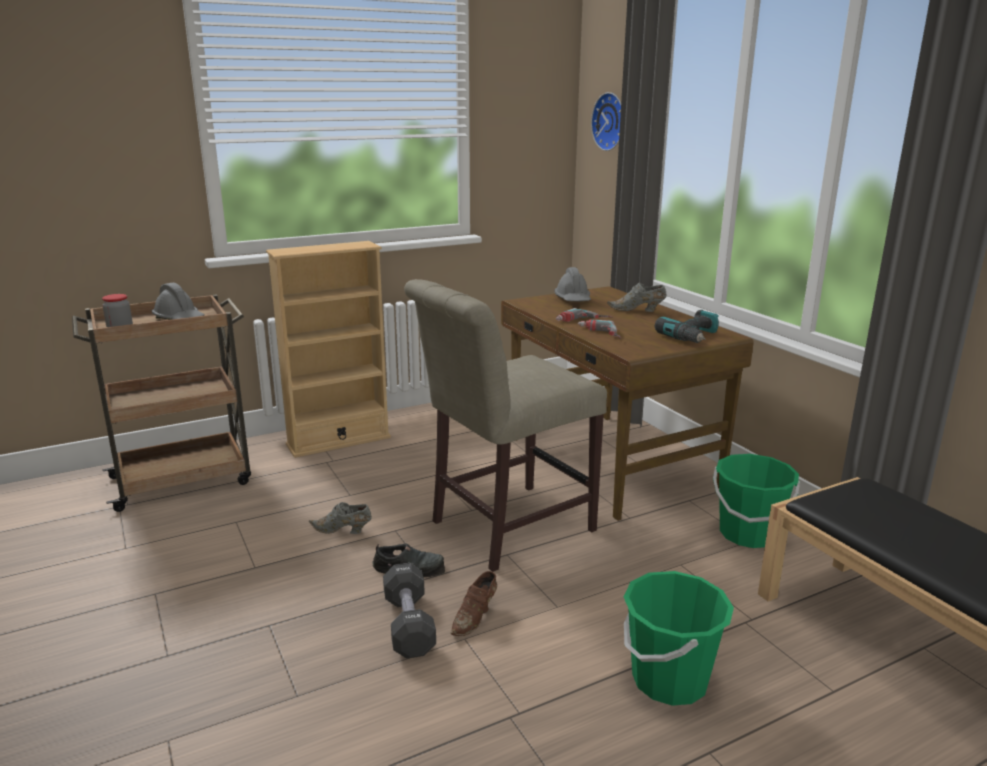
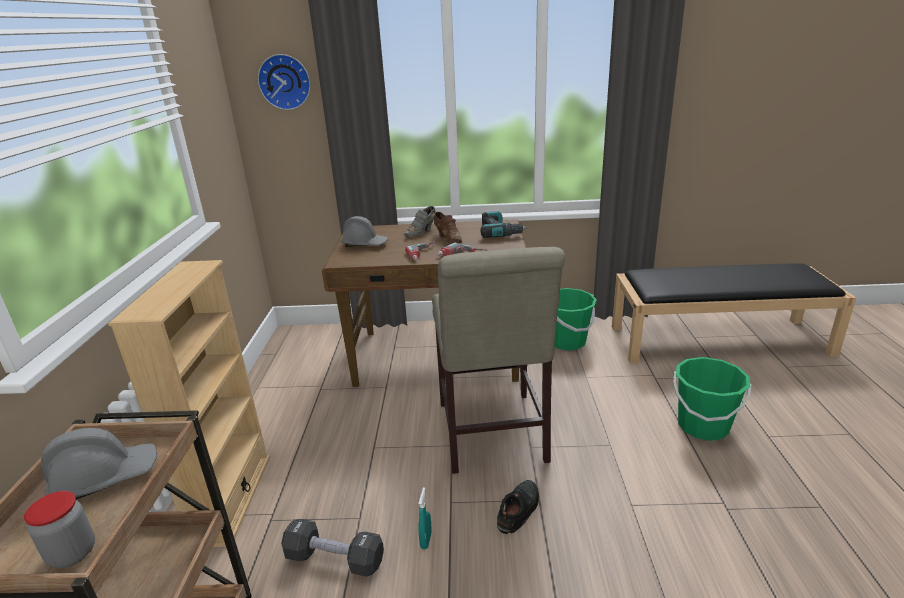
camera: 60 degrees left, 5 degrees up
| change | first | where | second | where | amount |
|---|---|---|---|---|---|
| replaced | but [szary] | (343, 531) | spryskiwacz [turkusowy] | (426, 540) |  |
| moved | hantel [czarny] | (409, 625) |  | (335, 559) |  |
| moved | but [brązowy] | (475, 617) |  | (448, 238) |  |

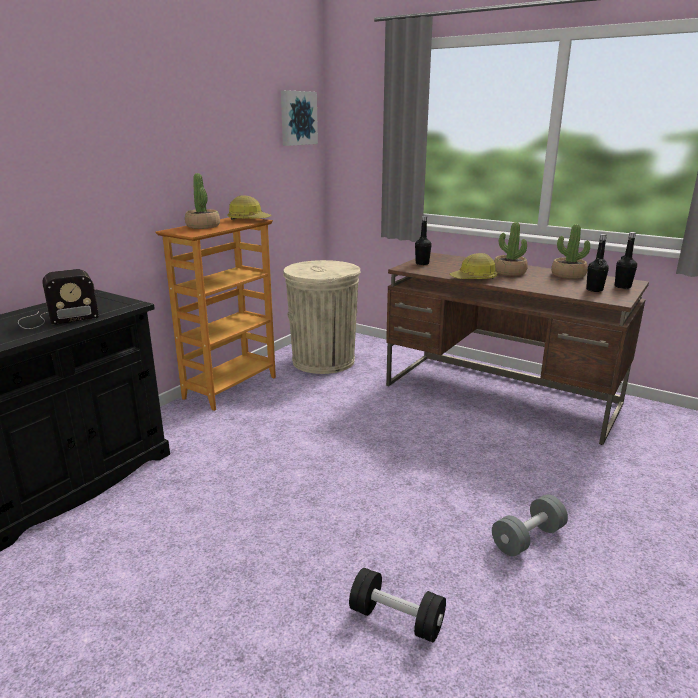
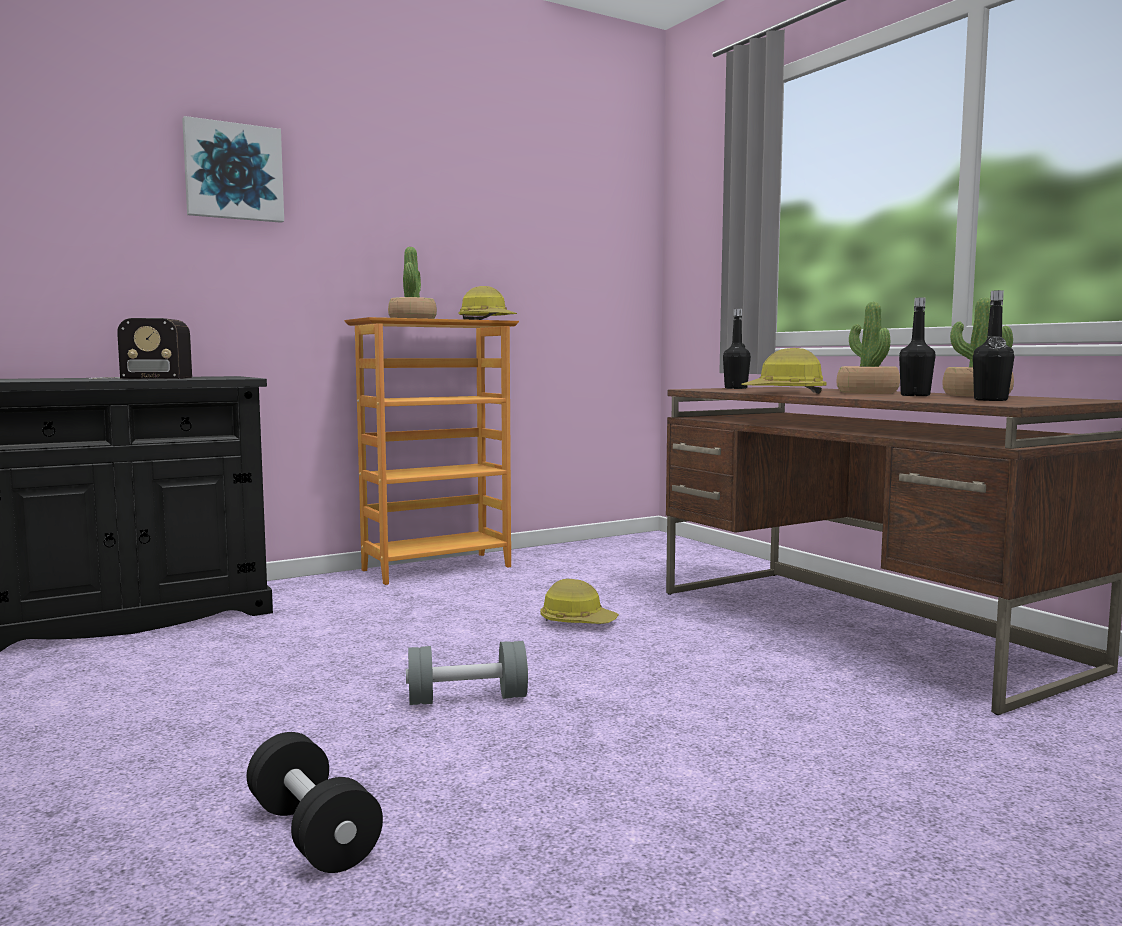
camera: 25 degrees right, 15 degrees down
| change | first | where | second | where | amount |
|---|---|---|---|---|---|
| moved | obraz | (297, 118) |  | (233, 172) |  |
| moved | butelka [czarny] | (622, 286) |  | (915, 395) |  |
| removed | kosz na śmieci [beżowy] | (323, 361) |  |  |  |
| moved | hantel [szary] | (528, 538) |  | (467, 699) |  |
| added |  |  | kask | (577, 621) |  |

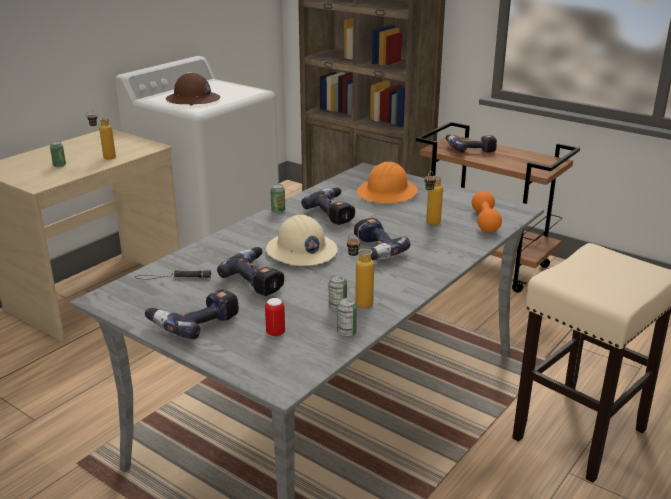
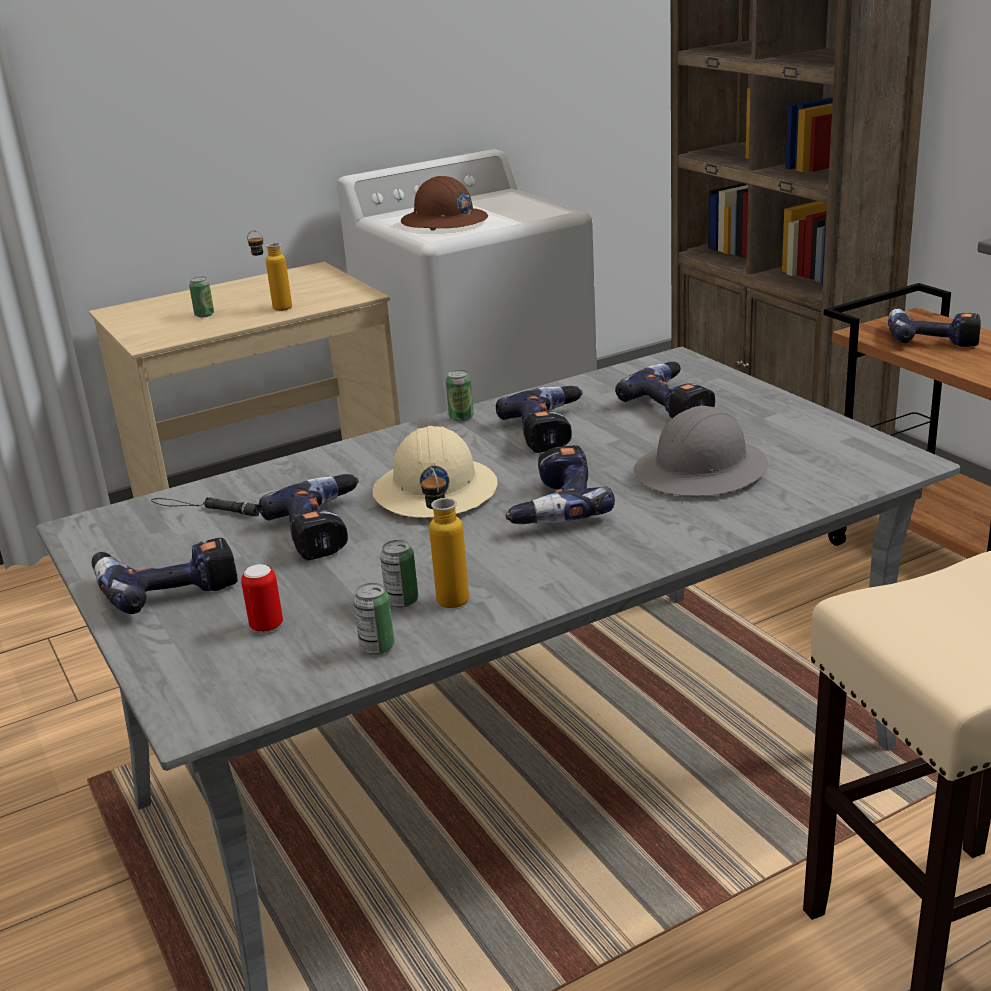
camera: 25 degrees right, 0 degrees up
| change | first | where | second | where | amount |
|---|---|---|---|---|---|
| replaced | kask [pomarańczowy] | (387, 193) | wiertarka | (675, 405) |  |
| replaced | butelka | (430, 225) | kask [szary] | (702, 471) |  |
| removed | hantel [pomarańczowy] | (485, 221) |  |  |  |

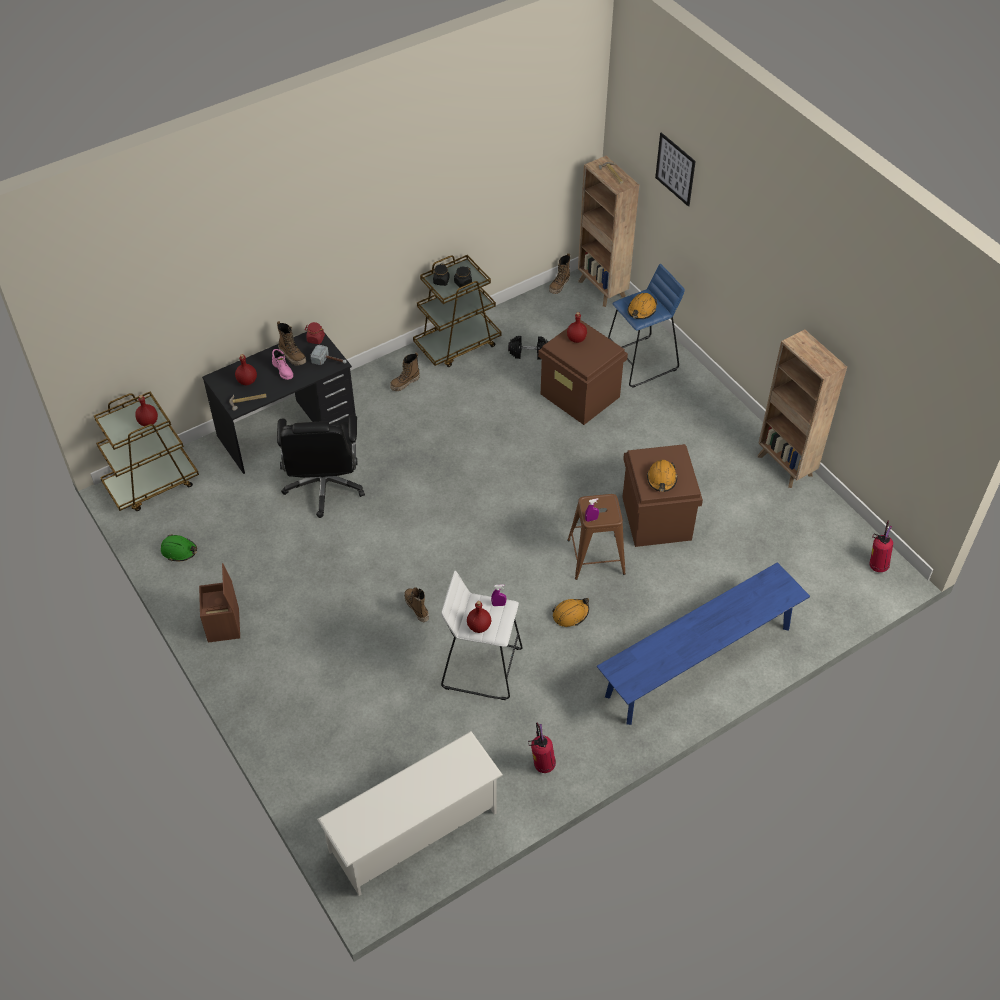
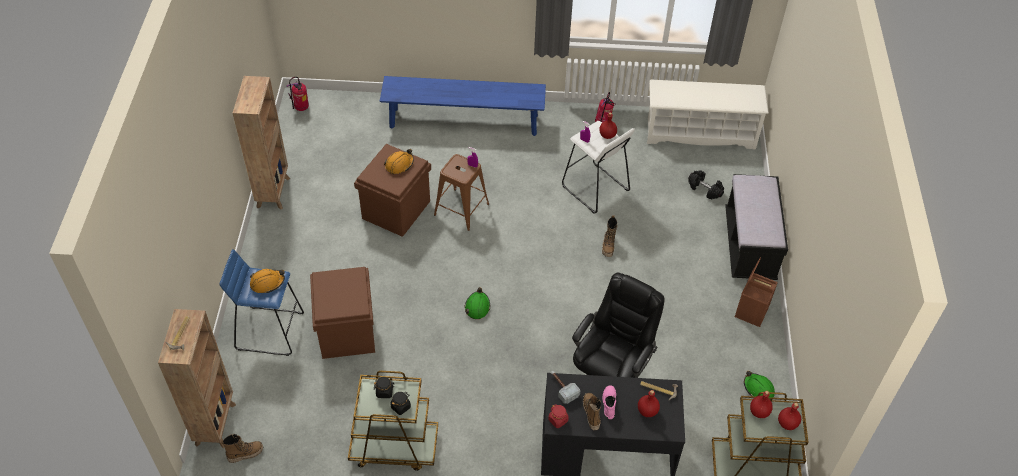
camera: 145 degrees left, 0 degrees up
| change | first | where | second | where | amount |
|---|---|---|---|---|---|
| removed | obraz | (675, 169) |  |  |  |
| moved | butelka [czerwony] | (576, 339) |  | (787, 424) |  |
| moved | hantel [czarny] | (529, 353) |  | (704, 189) |  |
| removed | but z cholewką | (405, 383) |  |  |  |
| removed | kask [pomarańczowy] | (570, 614) |  |  |  |
| added |  |  | ławka [czarny] | (749, 246) |  |
| added |  |  | kask [zielony] | (477, 307) |  |

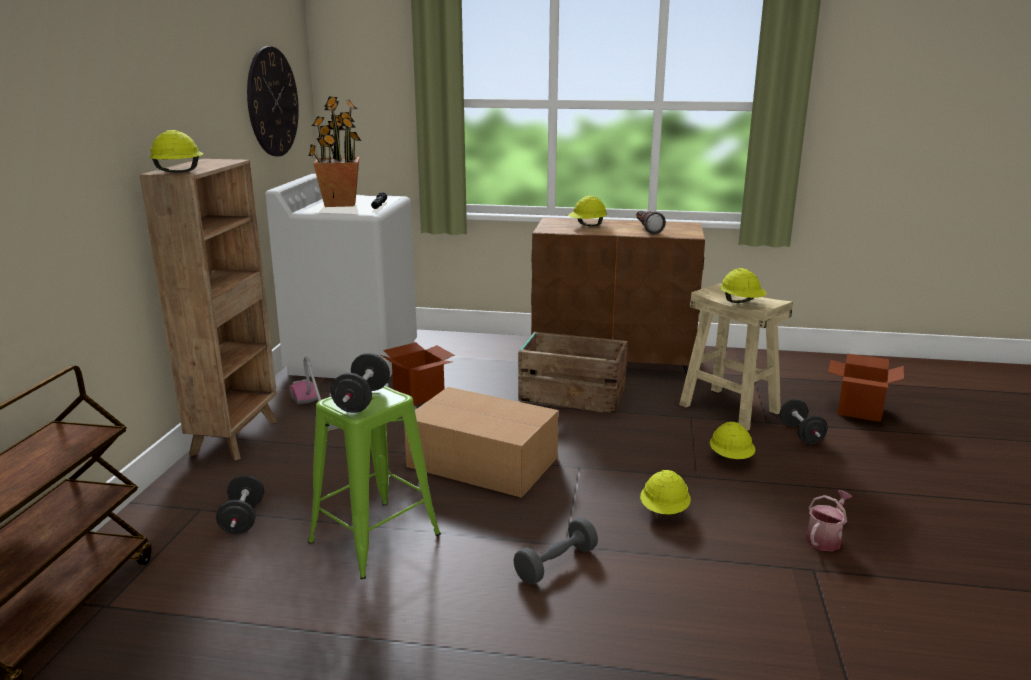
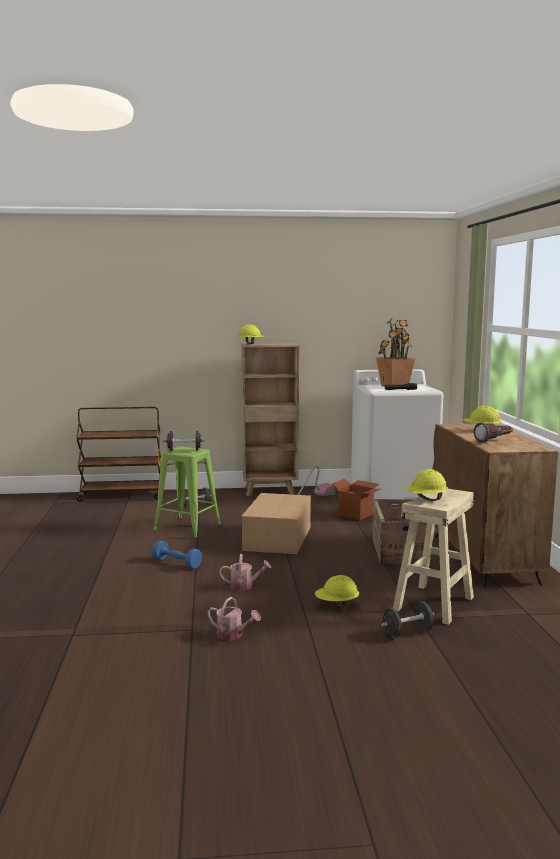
camera: 75 degrees right, 10 degrees down
| change | first | where | second | where | amount |
|---|---|---|---|---|---|
| removed | zegar ścienny | (272, 102) |  |  |  |
| removed | karton | (859, 410) |  |  |  |
| replaced | kask [żółty] | (664, 511) | konewka | (245, 586) |  |
| recoloured | hantel [szary] | (556, 564) | hantel [niebieski] | (177, 563) |  |

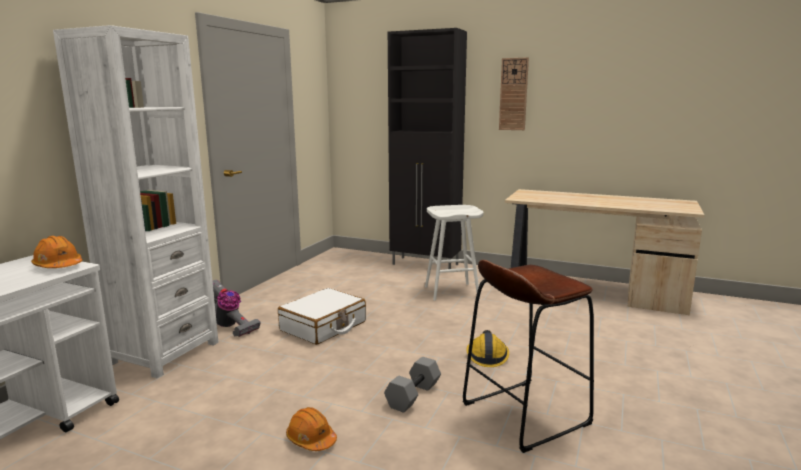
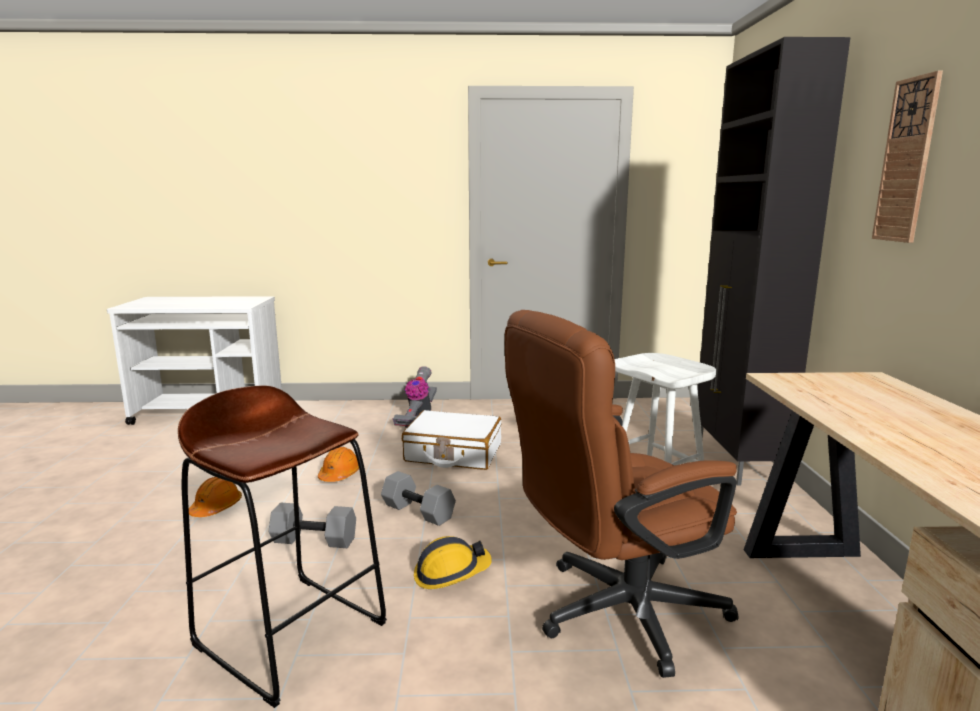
camera: 65 degrees right, 0 degrees up
| change | first | where | second | where | amount |
|---|---|---|---|---|---|
| removed | regał [biały] | (164, 353) |  |  |  |
| moved | kask [pomarańczowy] | (58, 266) |  | (339, 475) |  |
| added |  |  | krzesło biurowe [brązowy] | (614, 613) |  |
| added |  |  | hantel [szary] | (419, 511) |  |

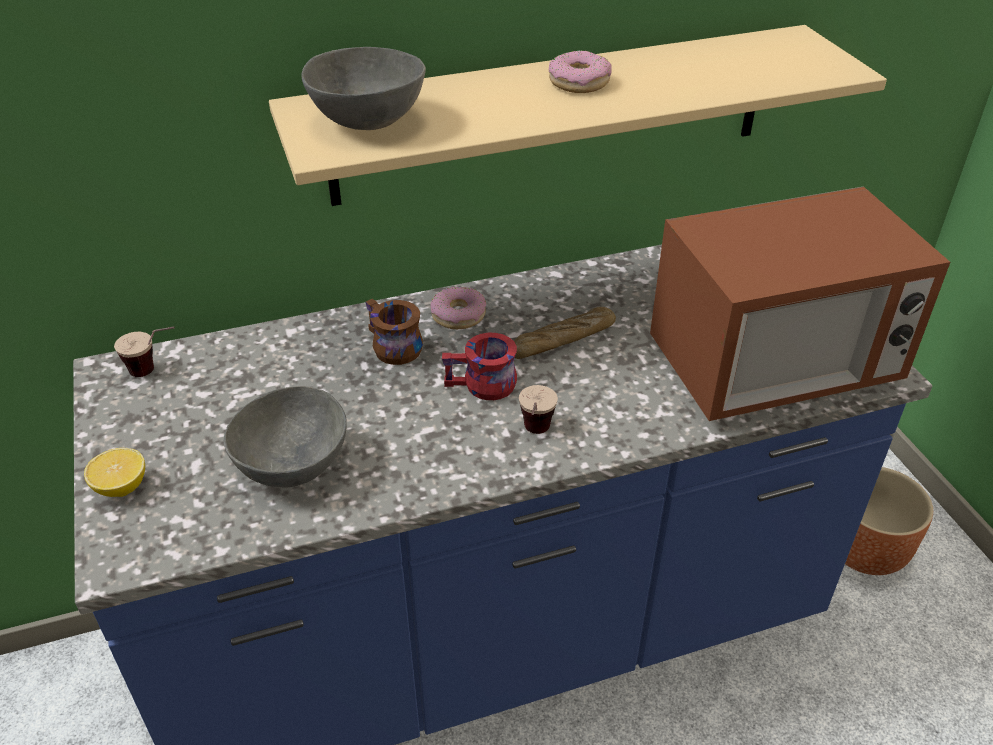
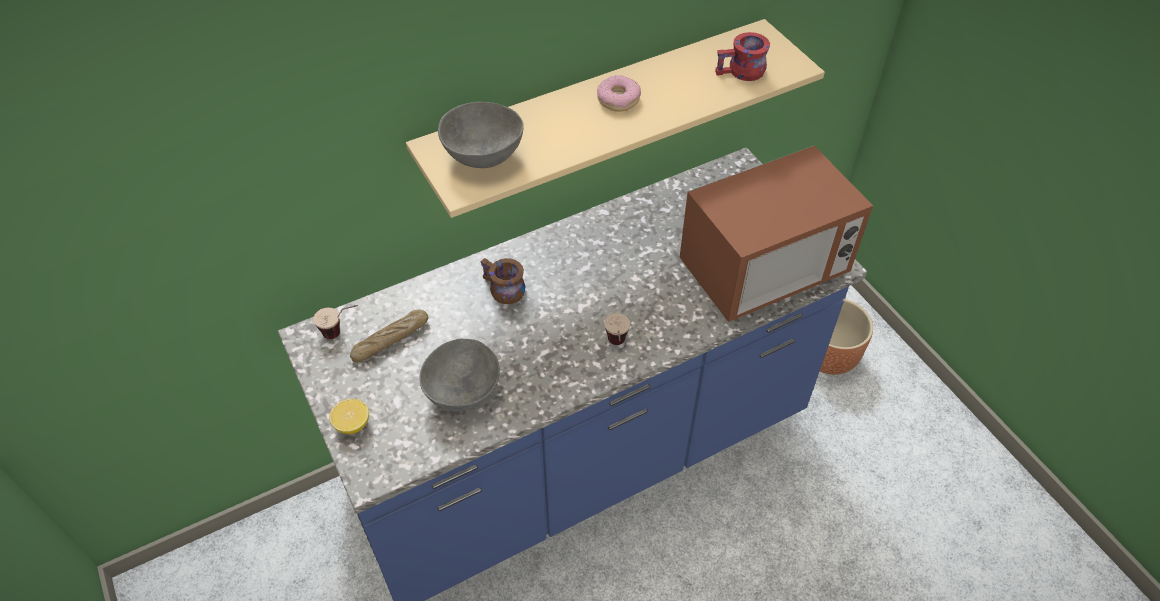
camera: 10 degrees left, 10 degrees up
| change | first | where | second | where | amount |
|---|---|---|---|---|---|
| removed | donut | (458, 315) |  |  |  |
| moved | chleb | (563, 341) |  | (390, 340) |  |
| moved | kubek [czerwony] | (482, 387) |  | (742, 73) |  |

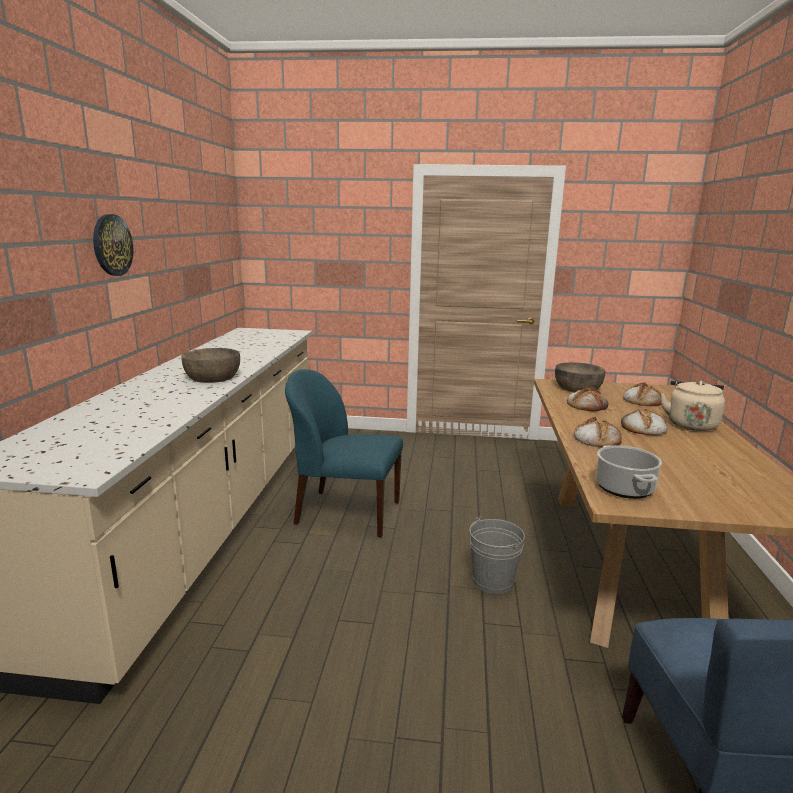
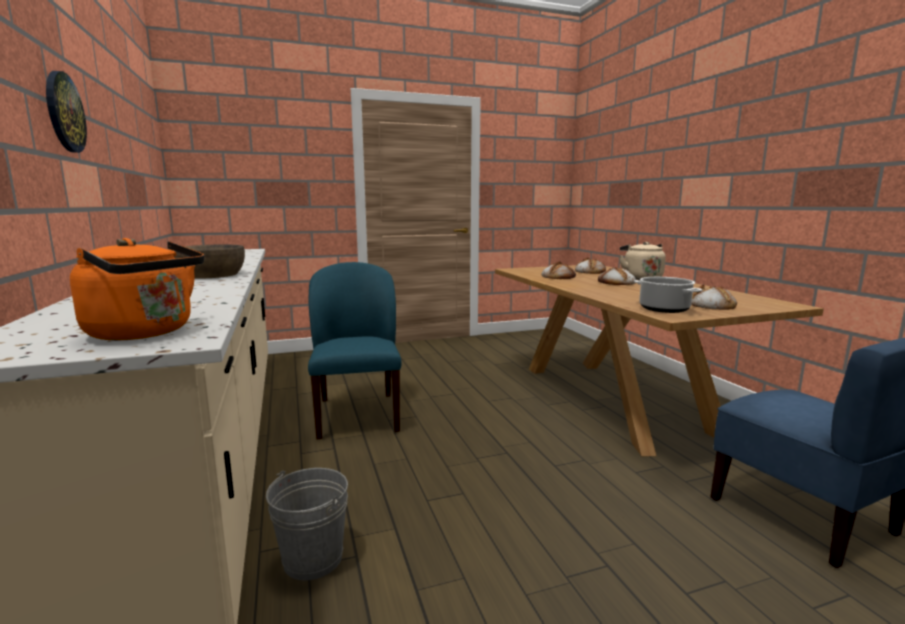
camera: 25 degrees left, 5 degrees down
| change | first | where | second | where | amount |
|---|---|---|---|---|---|
| removed | miska [brązowy] | (577, 388) |  |  |  |
| turned | krzesło [niebieski] | (346, 512) |  | (357, 414) | 90 degrees clockwise |
| moved | chleb | (596, 438) |  | (709, 305) |  |
| moved | wiadro [szary] | (492, 581) |  | (312, 558) |  |
| added |  |  | czajnik [pomarańczowy] | (146, 333) |  |

